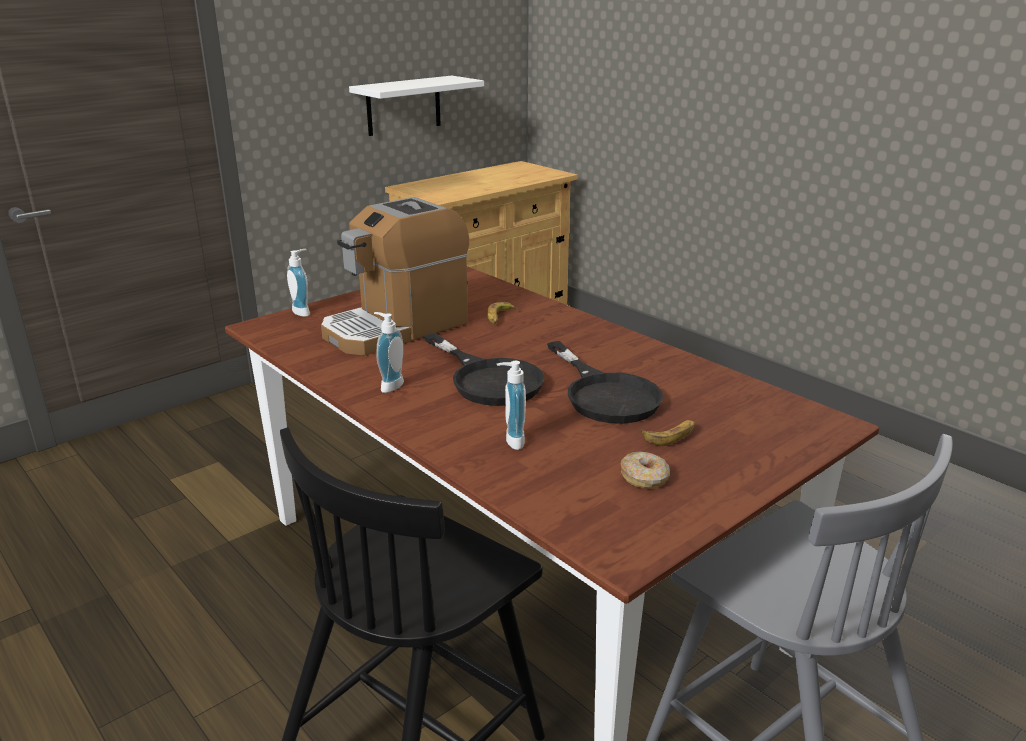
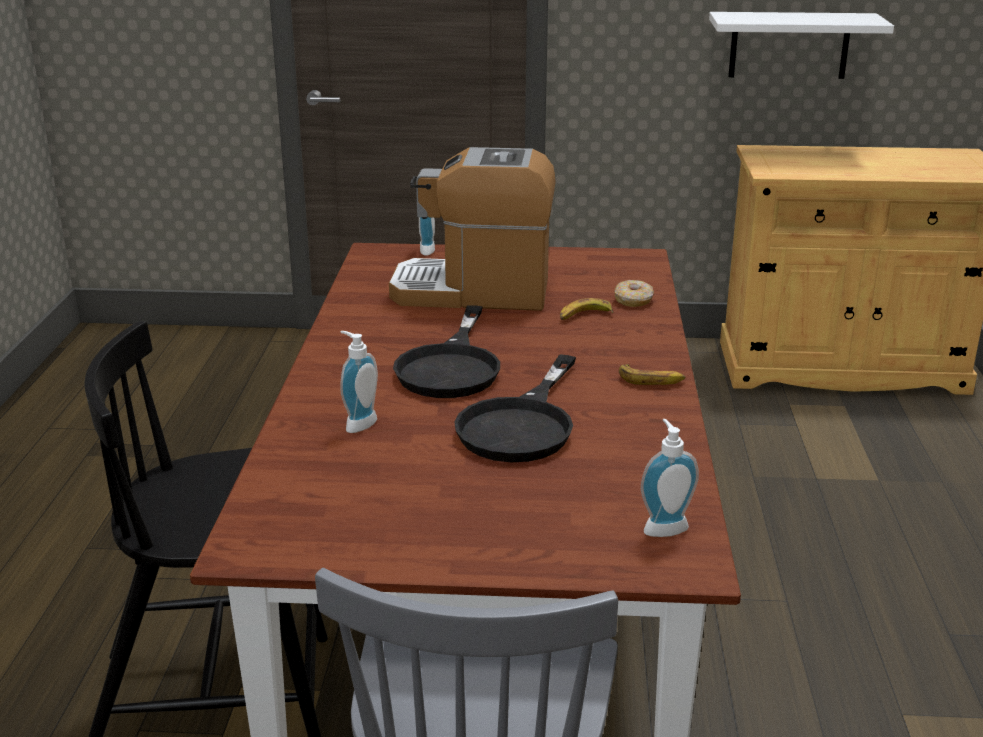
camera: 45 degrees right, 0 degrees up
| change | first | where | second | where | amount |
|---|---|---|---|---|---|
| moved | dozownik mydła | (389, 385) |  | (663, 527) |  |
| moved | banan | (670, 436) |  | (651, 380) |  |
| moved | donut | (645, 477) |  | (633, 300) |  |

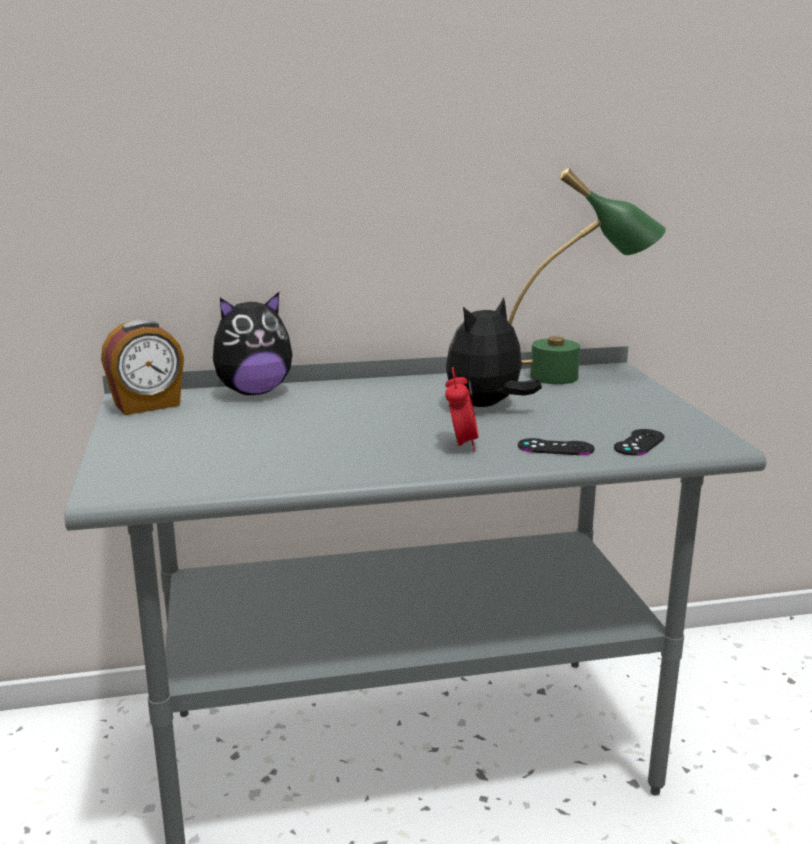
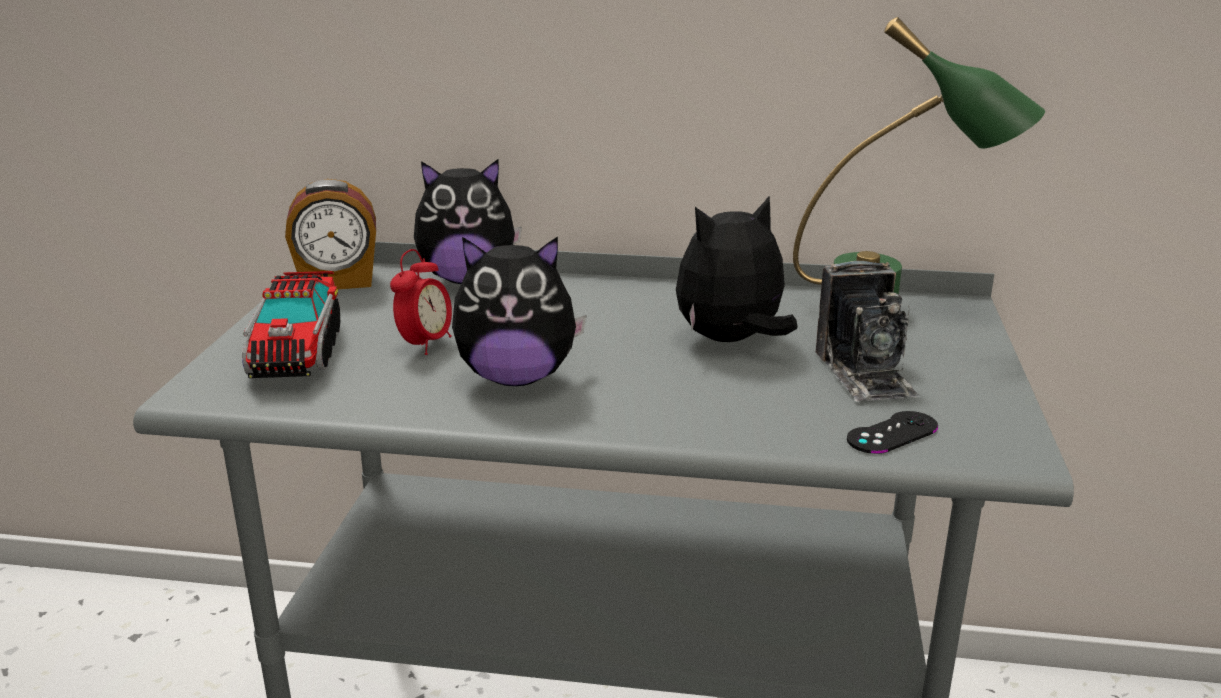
camera: 20 degrees right, 5 degrees up
| change | first | where | second | where | amount |
|---|---|---|---|---|---|
| moved | budzik | (461, 445) |  | (425, 344) |  |
| removed | pad do gier [czarny] | (555, 447) |  |  |  |
| added |  |  | pluszak | (517, 377) |  |
| added |  |  | aparat fotograficzny | (865, 373) |  |
| added |  |  | ciężarówka zabawkowa | (297, 351) |  |

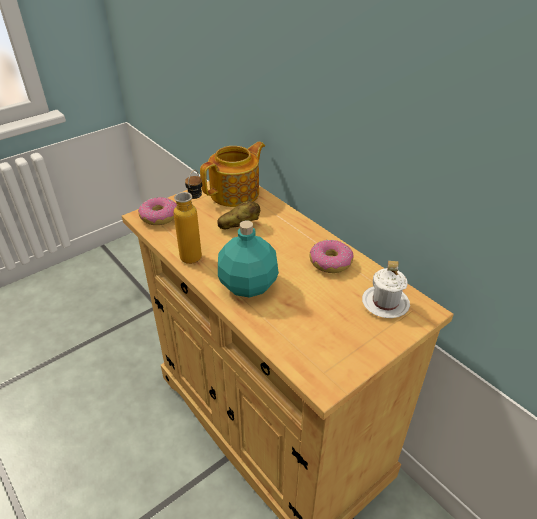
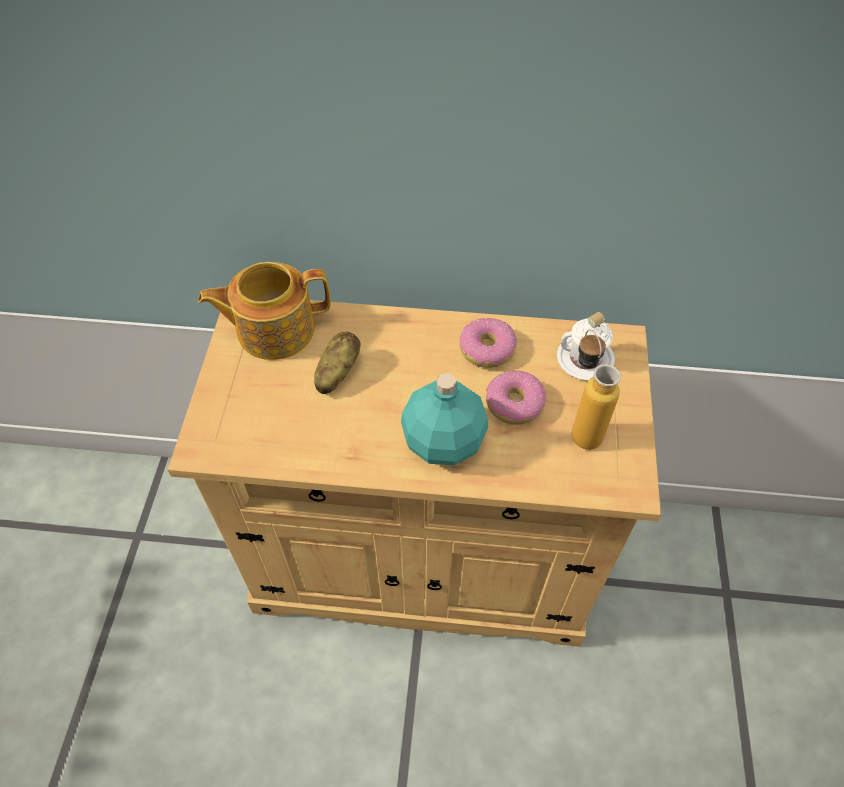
camera: 45 degrees left, 15 degrees up
| change | first | where | second | where | amount |
|---|---|---|---|---|---|
| turned | imbryk | (236, 193) |  | (273, 329) | 105 degrees counterclockwise |
| moved | butelka | (195, 252) |  | (580, 427) |  |
| moved | donut | (159, 217) |  | (514, 404) |  |

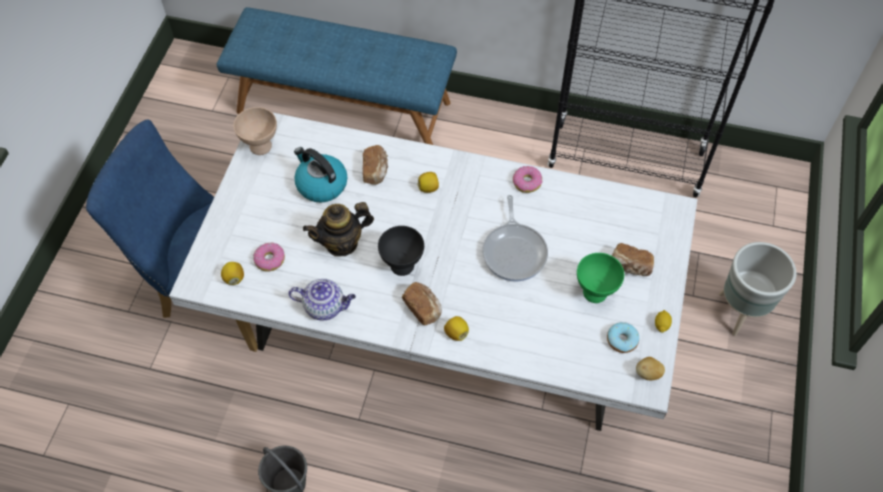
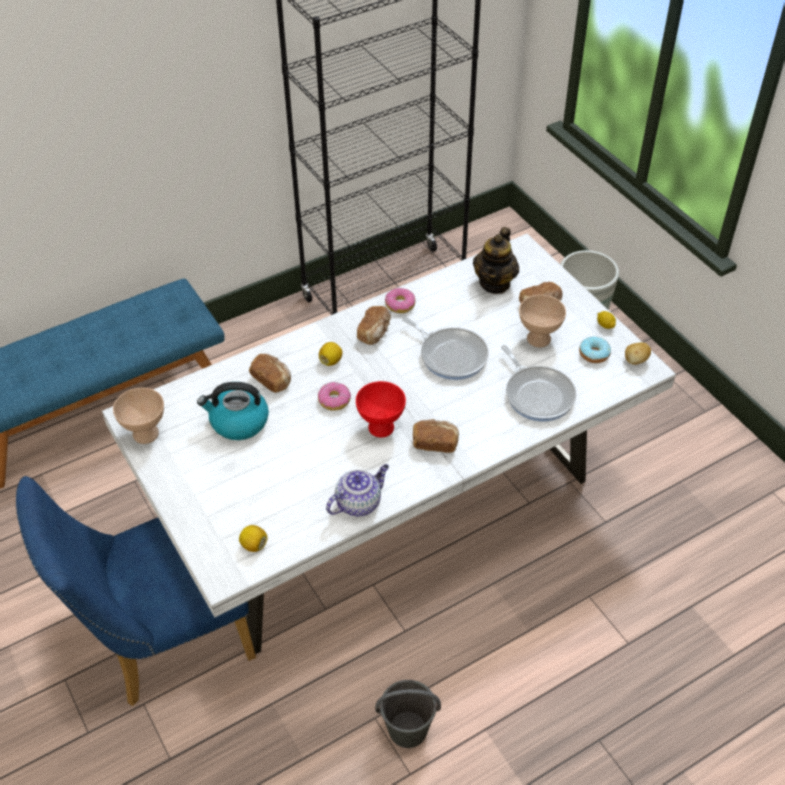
camera: 45 degrees left, 10 degrees down
| change | first | where | second | where | amount |
|---|---|---|---|---|---|
| moved | imbryk | (342, 243) |  | (495, 283) |  |
| recoloured | miska [czarny] | (403, 266) | miska [czerwony] | (382, 427) |  |
| moved | donut | (270, 260) |  | (334, 400) |  |
| recoloured | miska [zielony] | (595, 293) | miska [beżowy] | (539, 339) |  |
| removed | cytryna | (456, 333) |  |  |  |
| added |  |  | chleb | (375, 332) |  |
| added |  |  | patelnia | (537, 394) |  |

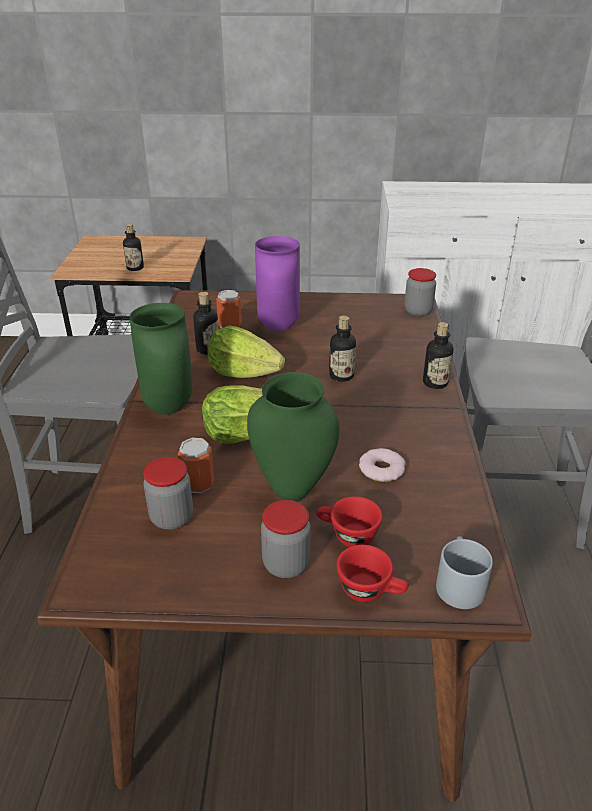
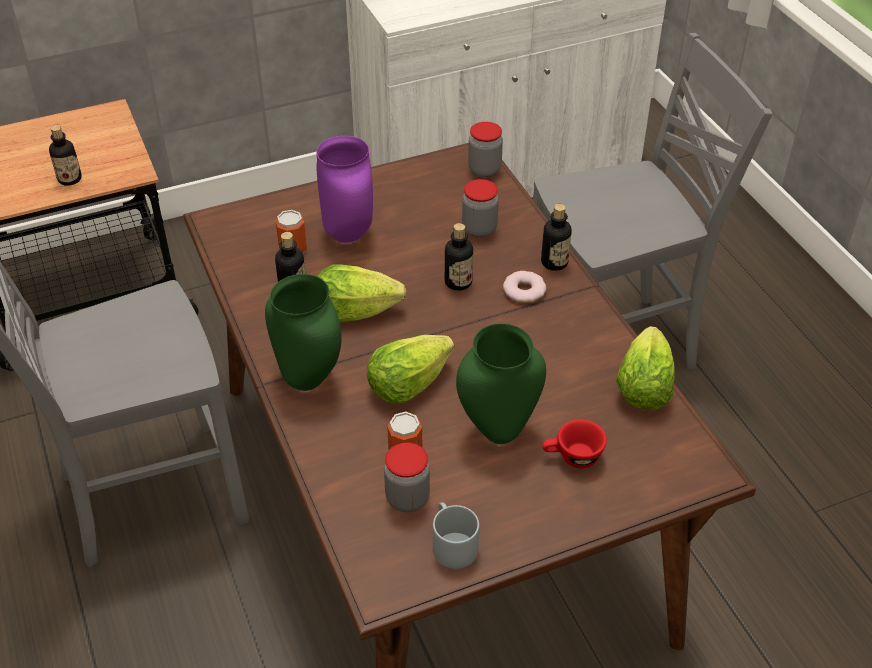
camera: 25 degrees left, 10 degrees up
| change | first | where | second | where | amount |
|---|---|---|---|---|---|
| moved | donut | (381, 469) |  | (524, 290) |  |
| moved | słoik | (286, 564) |  | (479, 229) |  |
| moved | kubek [szary] | (458, 582) |  | (451, 543) |  |
| removed | filiżanka [czerwony] | (371, 591) |  |  |  |
| added |  |  | sałata | (643, 388) |  |

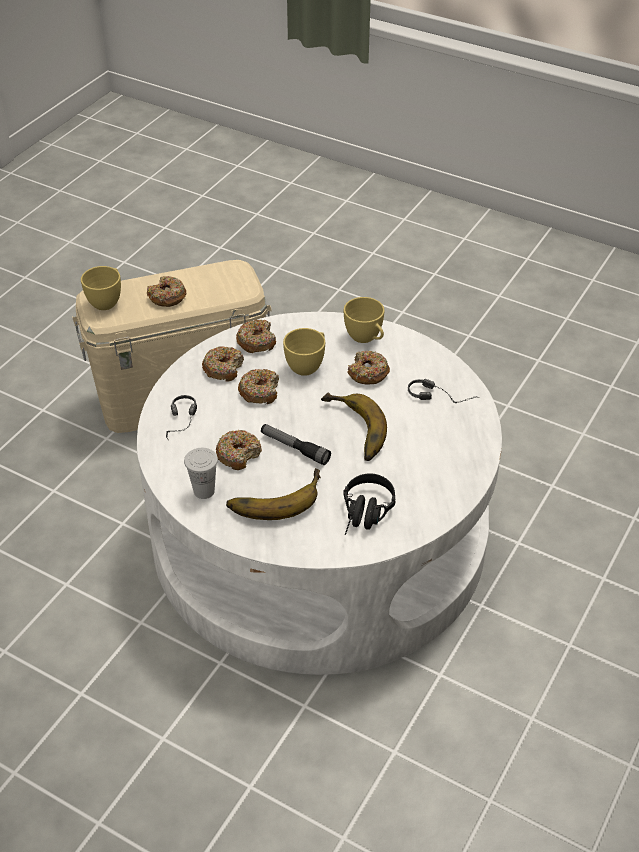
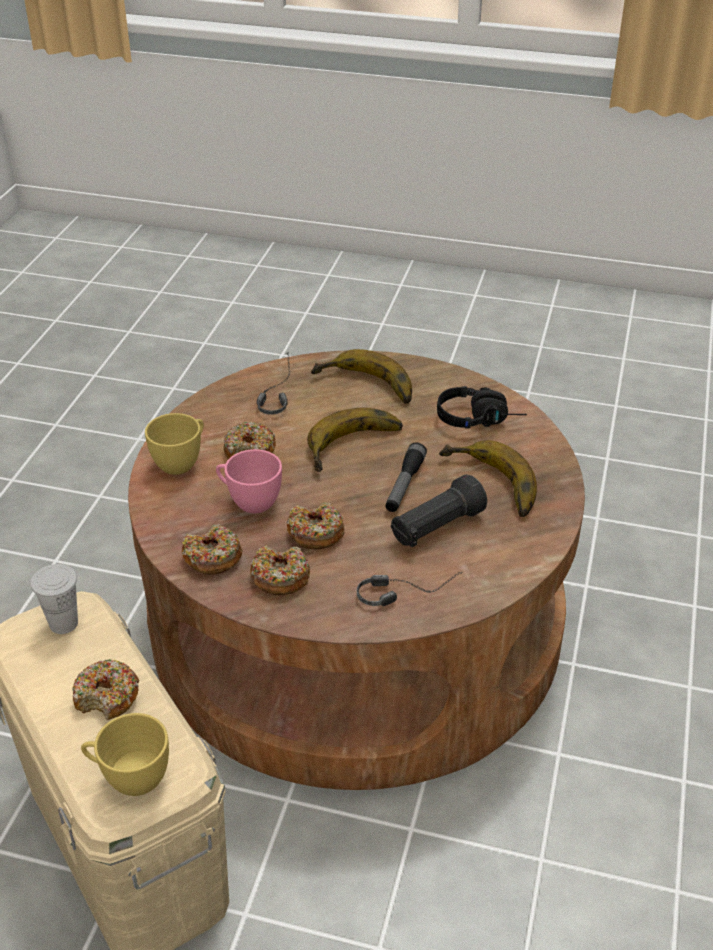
camera: 105 degrees left, 5 degrees down
| change | first | where | second | where | amount |
|---|---|---|---|---|---|
| recoloured | ława [biały] | (319, 534) | ława [brązowy] | (356, 619) |  |
| recoloured | filiżanka [żółty] | (307, 365) | filiżanka [różowy] | (249, 501) |  |
| replaced | donut | (238, 454) | latarka [czarny] | (436, 527) |  |
| moved | filiżanka [biały] | (204, 491) |  | (63, 623) |  |
| added |  |  | banan | (364, 388) |  |

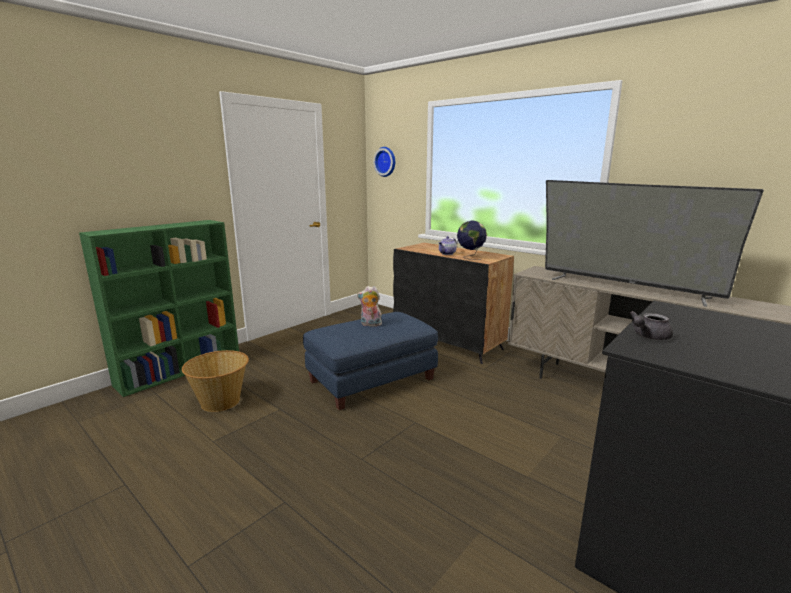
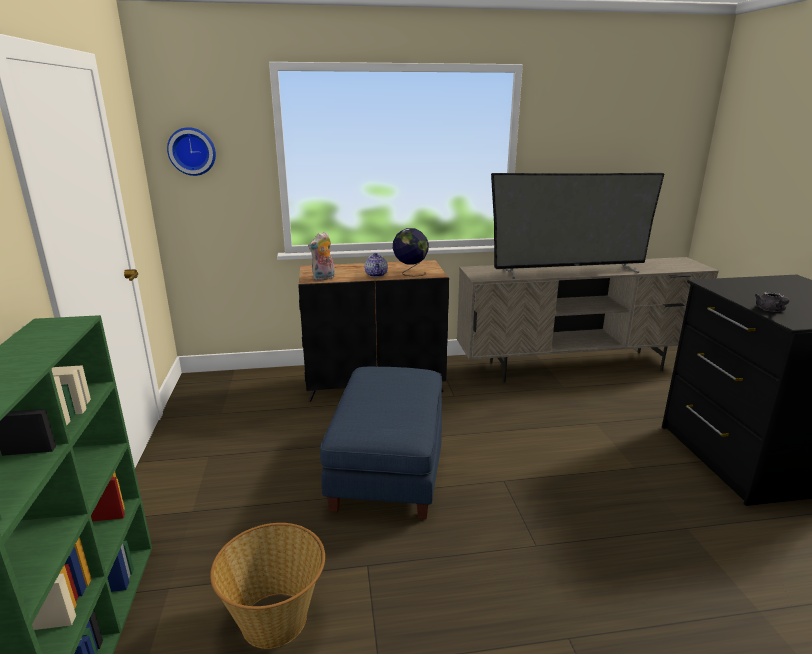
camera: 50 degrees left, 5 degrees up
| change | first | where | second | where | amount |
|---|---|---|---|---|---|
| moved | pluszak | (370, 324) |  | (323, 278) |  |

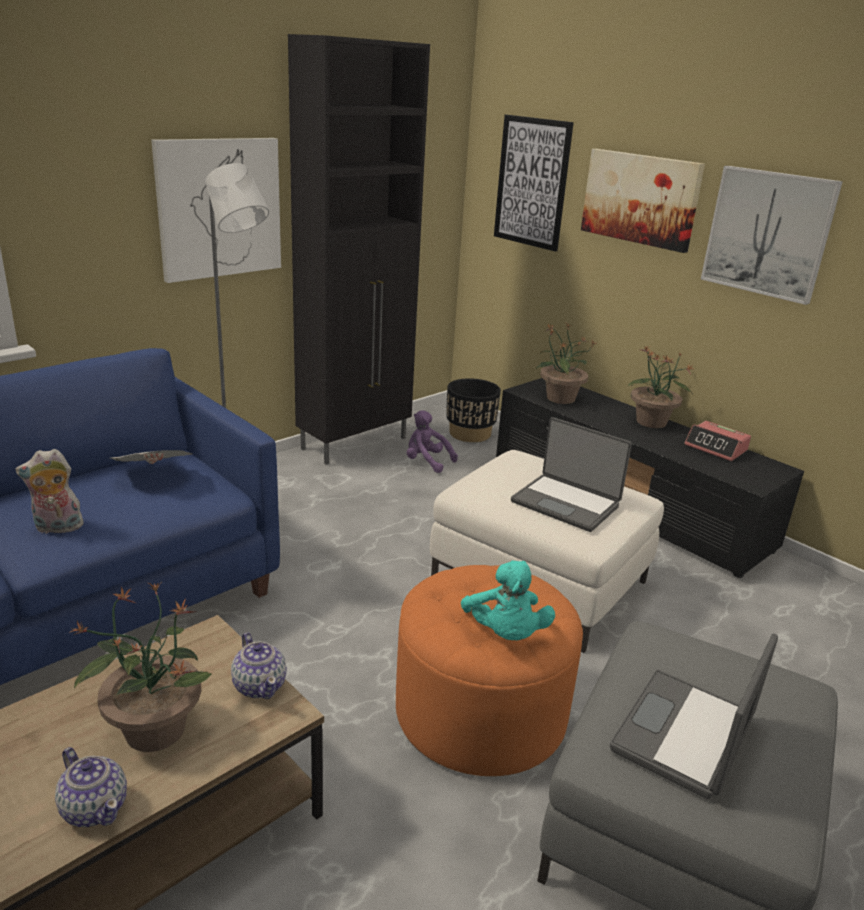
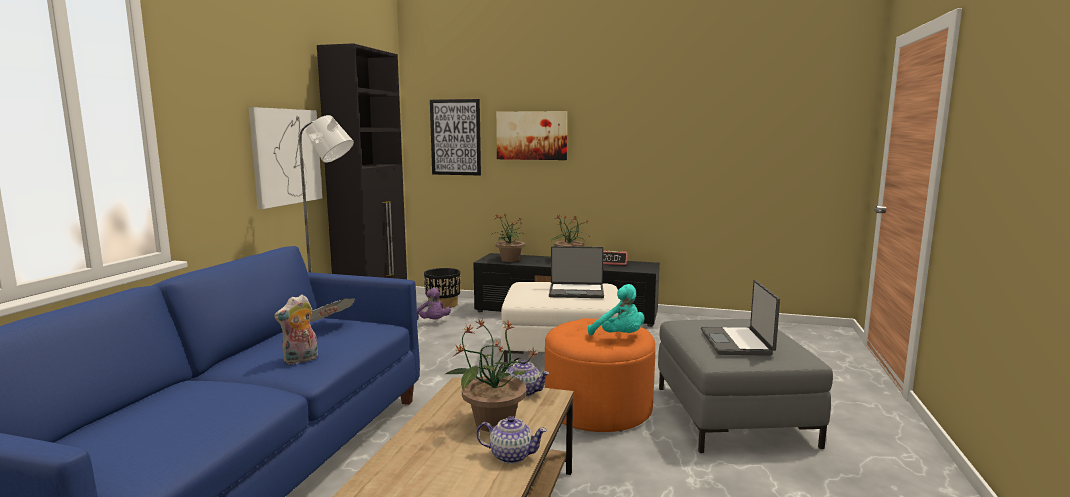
camera: 30 degrees left, 15 degrees down
| change | first | where | second | where | amount |
|---|---|---|---|---|---|
| removed | obraz | (768, 233) |  |  |  |
| turned | pluszak [fioletowy] | (426, 462) |  | (433, 322) | 120 degrees counterclockwise |

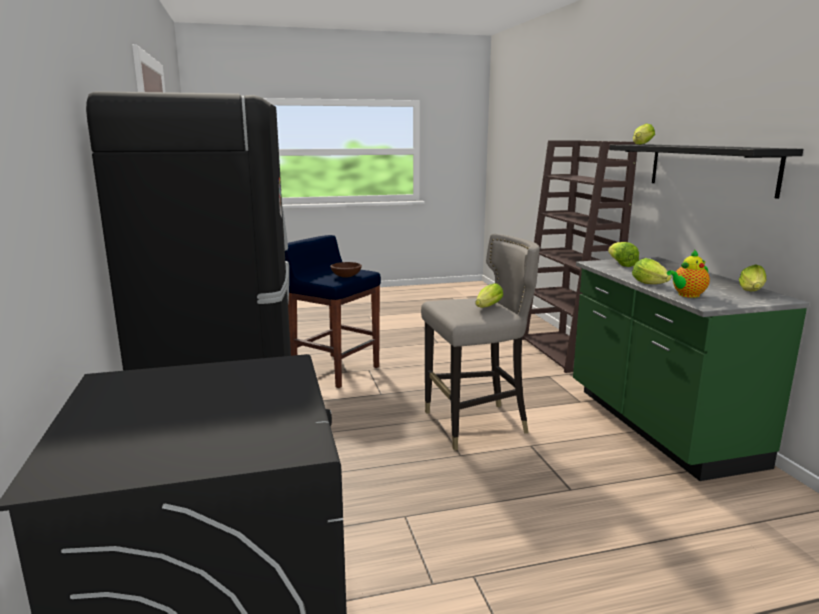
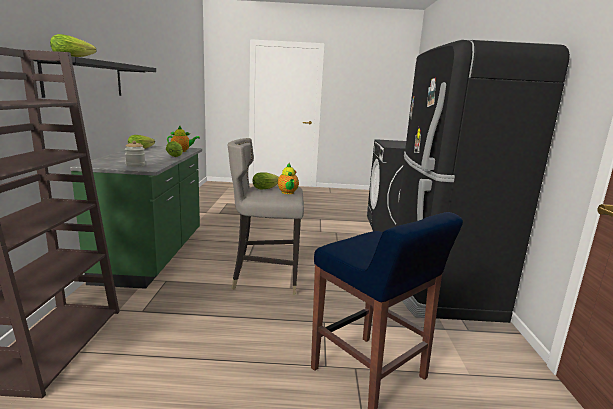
camera: 165 degrees left, 0 degrees up
| change | first | where | second | where | amount |
|---|---|---|---|---|---|
| replaced | sałata | (621, 264) | słoik | (135, 165) |  |
| removed | miska [brązowy] | (346, 276) |  |  |  |
| added |  |  | imbryk | (288, 193) |  |

